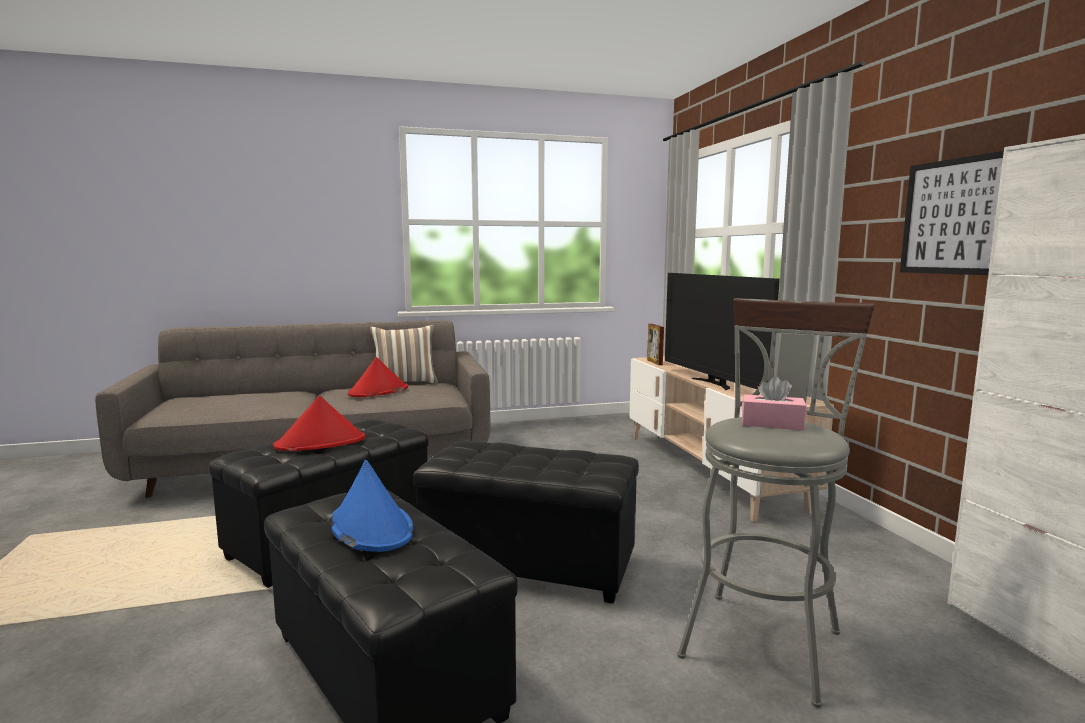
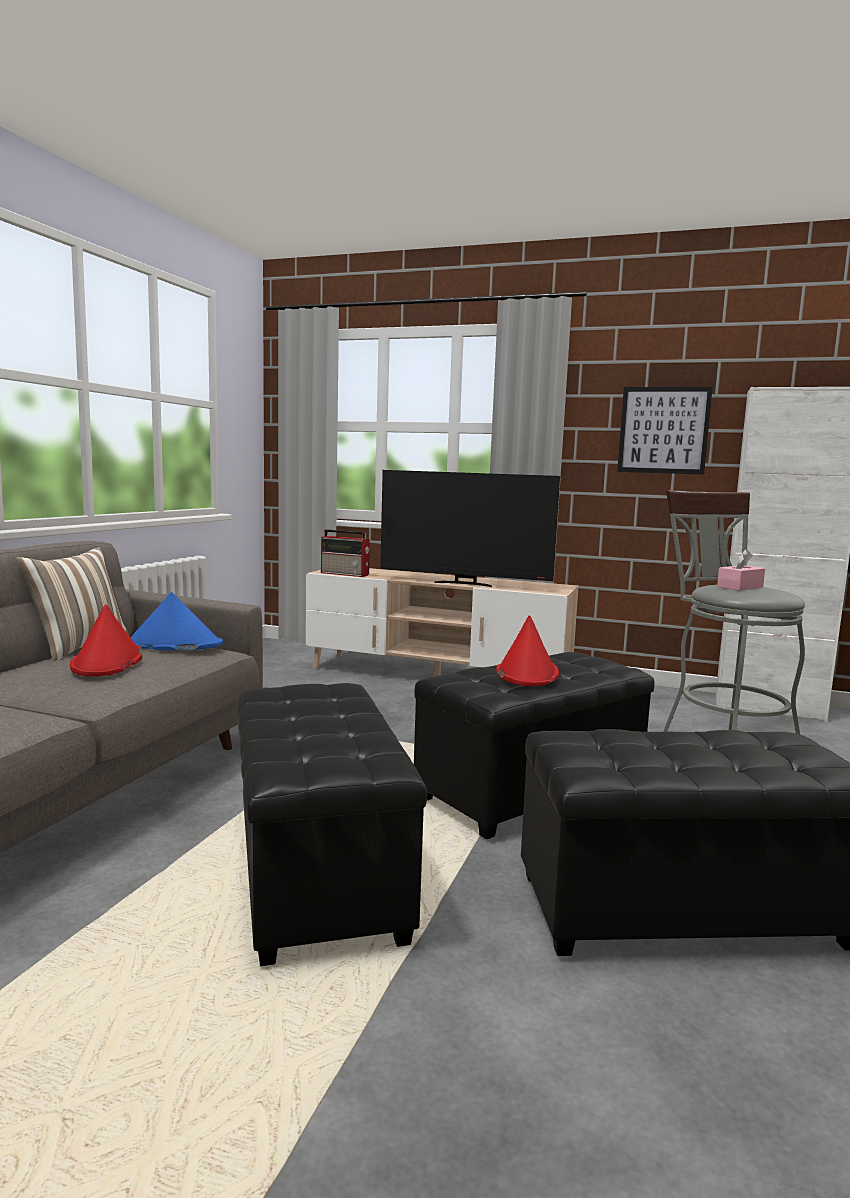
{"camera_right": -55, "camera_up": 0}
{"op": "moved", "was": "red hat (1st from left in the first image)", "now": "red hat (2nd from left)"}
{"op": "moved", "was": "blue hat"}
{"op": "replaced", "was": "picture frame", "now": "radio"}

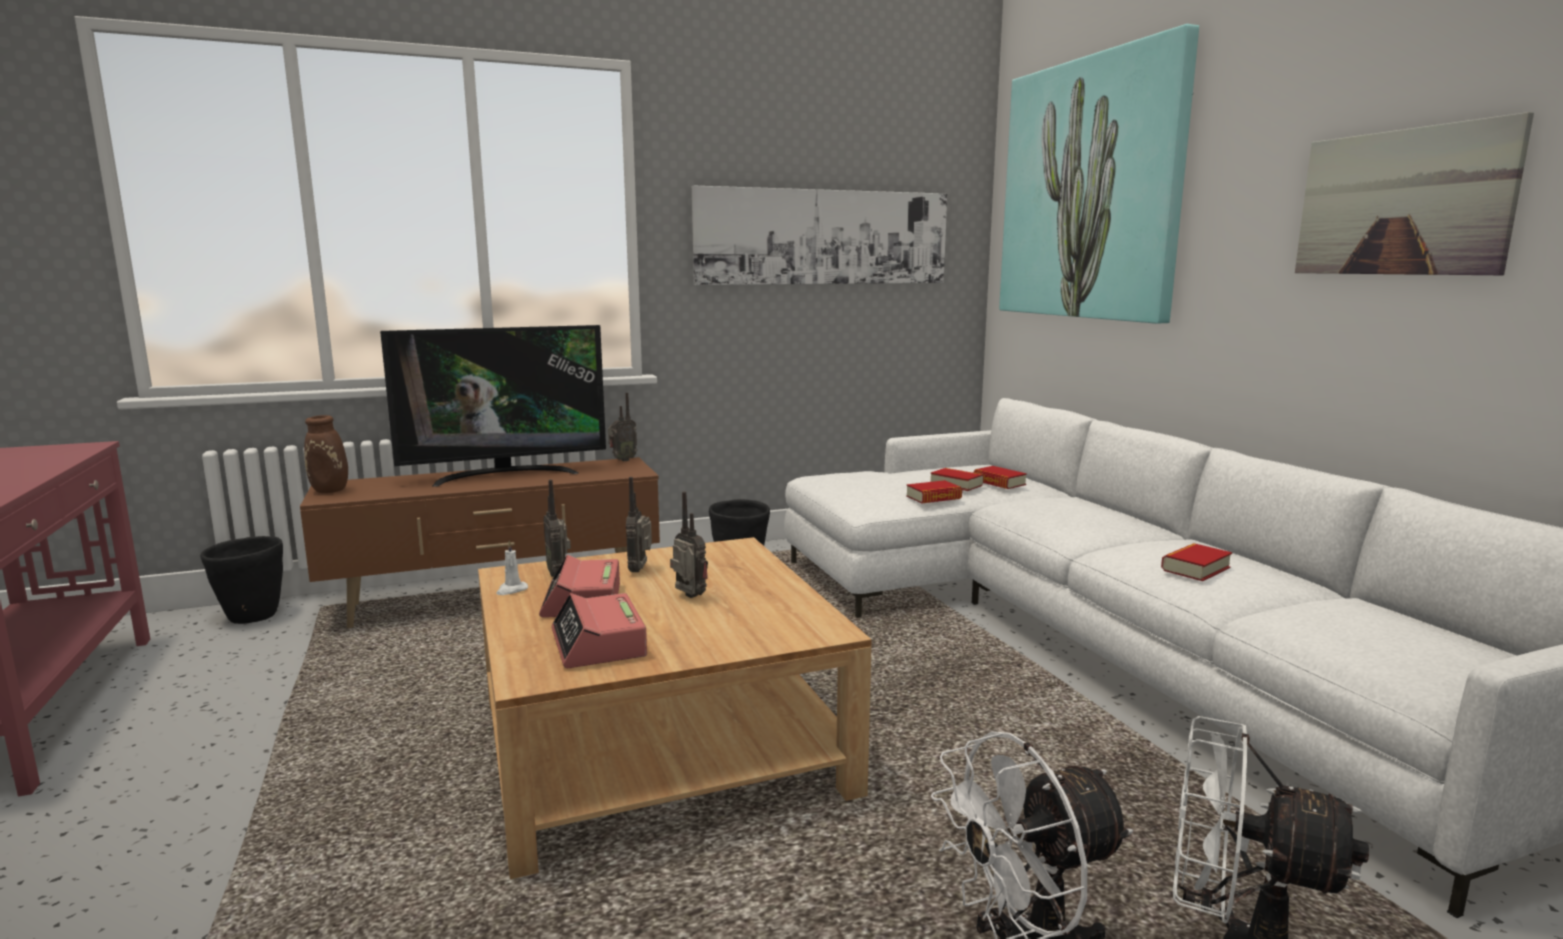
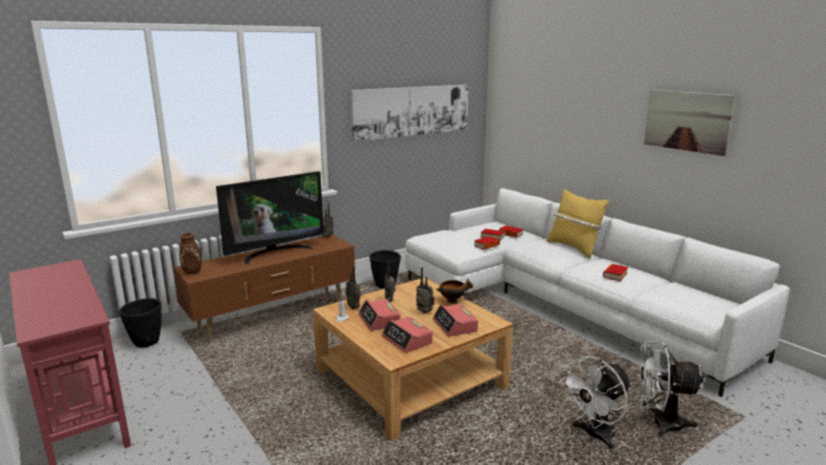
{"camera_right": -15, "camera_up": 5}
{"op": "removed", "was": "picture (2nd from left)"}
{"op": "added", "now": "alarm clock (3rd from left)"}
{"op": "added", "now": "bowl"}
{"op": "added", "now": "yellow pillow"}

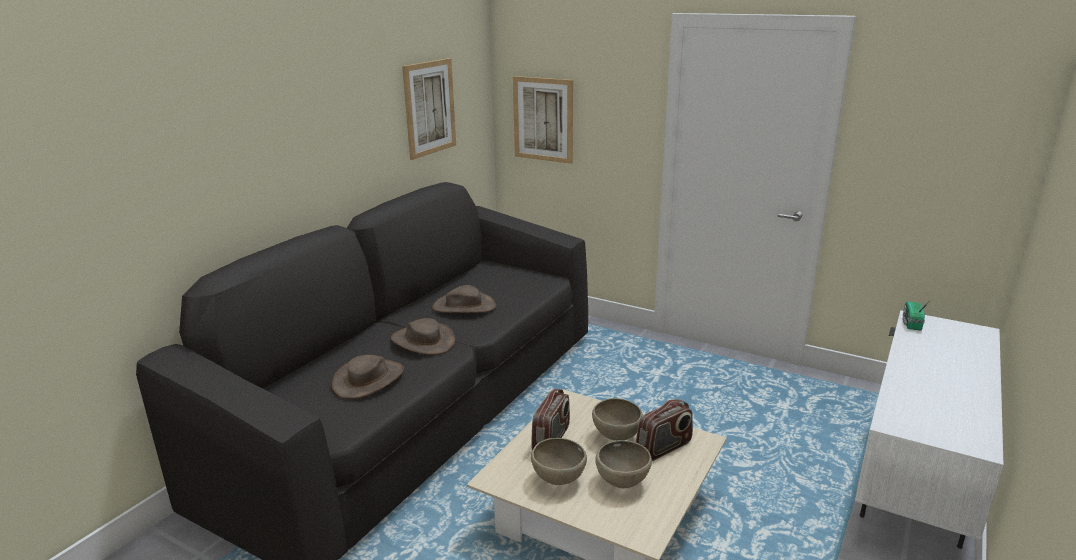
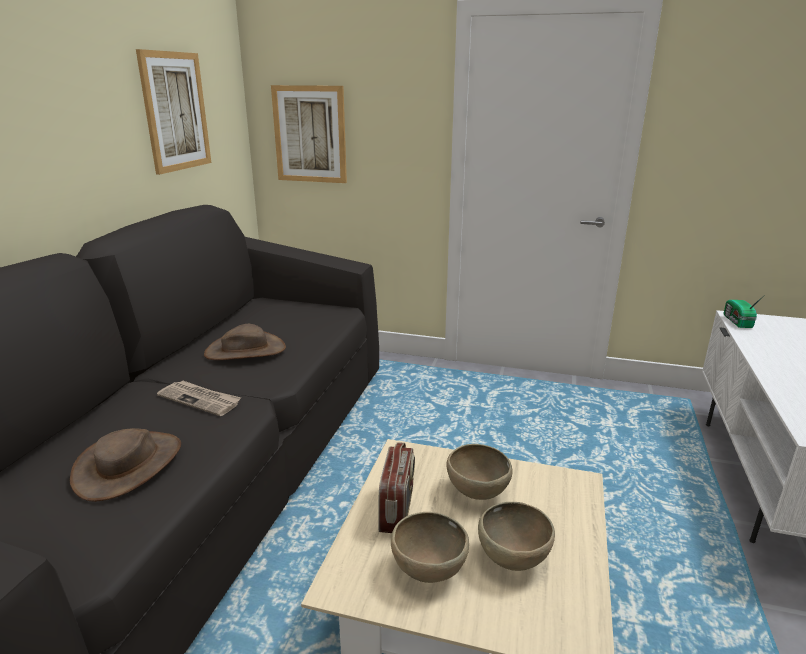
{"camera_right": -15, "camera_up": 0}
{"op": "replaced", "was": "brown hat (2nd from left)", "now": "newspaper"}
{"op": "removed", "was": "radio (2nd from left)"}

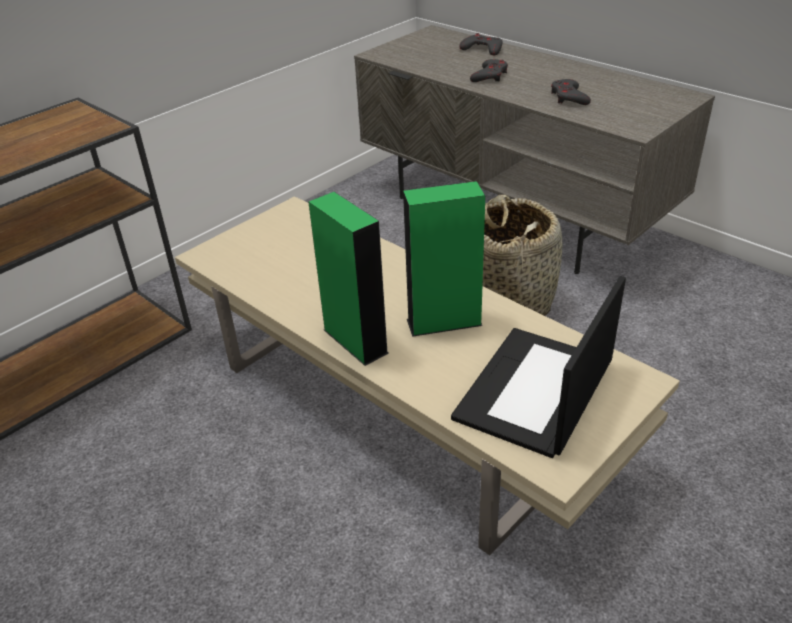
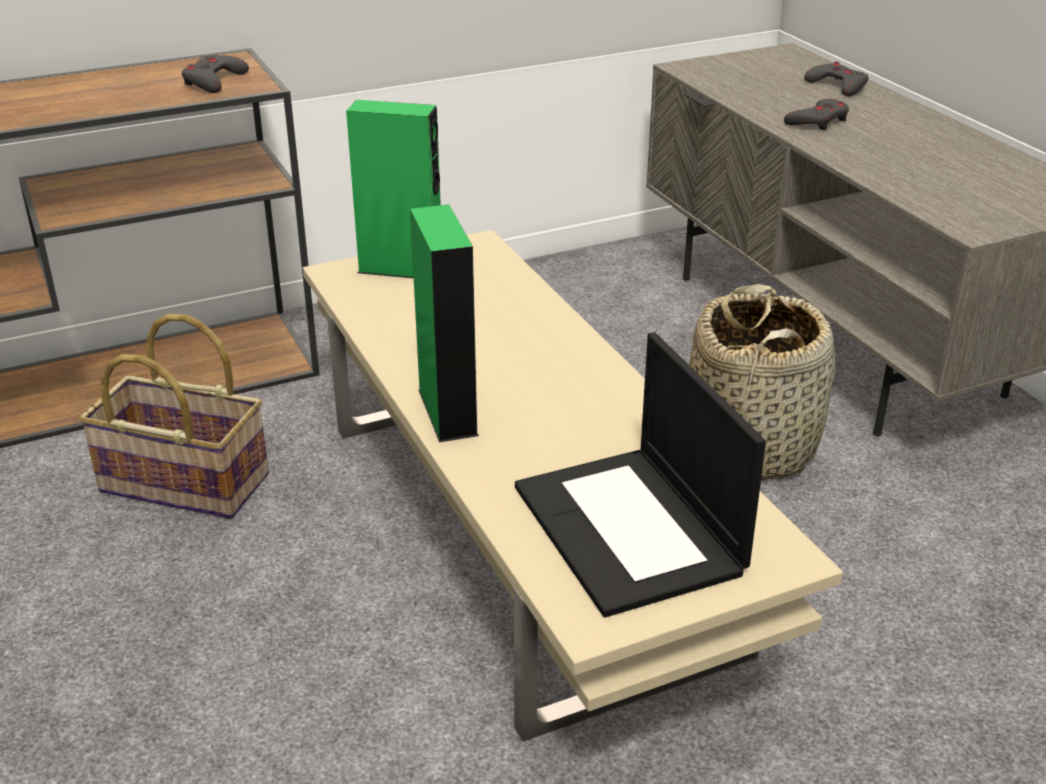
{"camera_right": 20, "camera_up": -5}
{"op": "moved", "was": "green speaker (2nd from left in the first image)", "now": "green speaker (1st from left)"}
{"op": "turned", "was": "laptop", "clockwise": -75}
{"op": "moved", "was": "grey game controller (3rd from left in the first image)", "now": "grey game controller (1st from left)"}
{"op": "added", "now": "basket (1st from left)"}

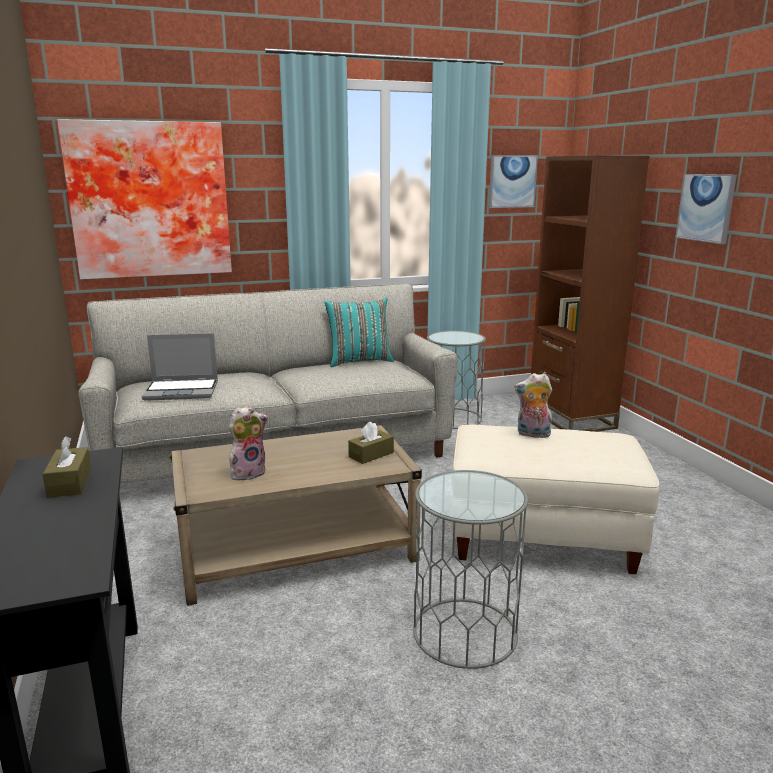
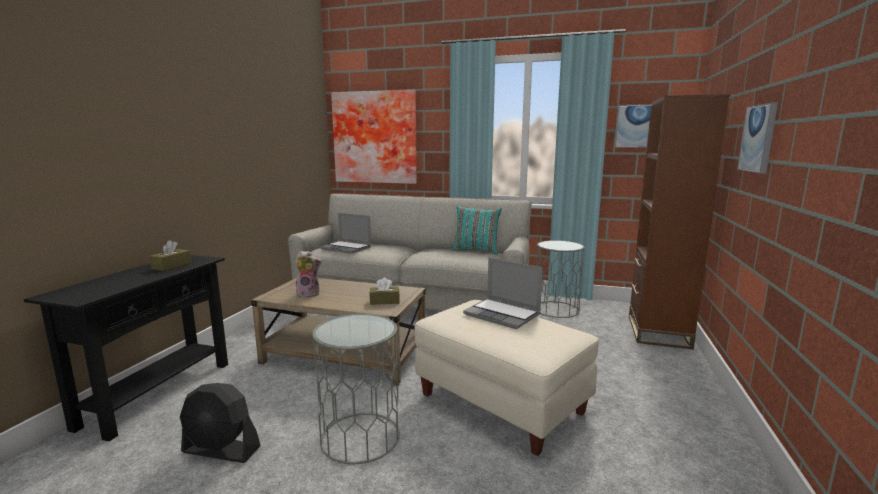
{"camera_right": 35, "camera_up": -5}
{"op": "replaced", "was": "plush toy (2nd from left)", "now": "laptop (2nd from left)"}
{"op": "added", "now": "black fan"}

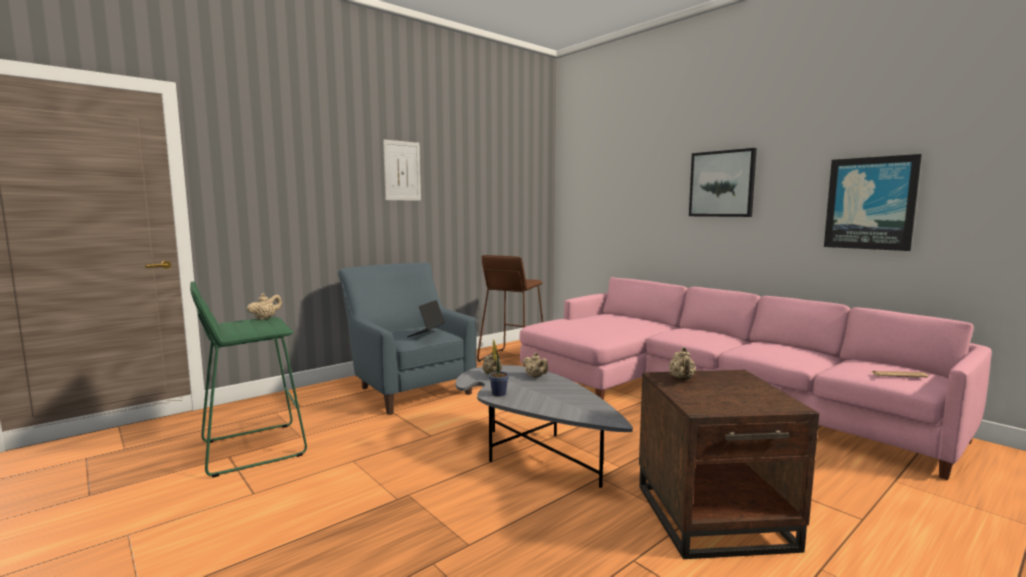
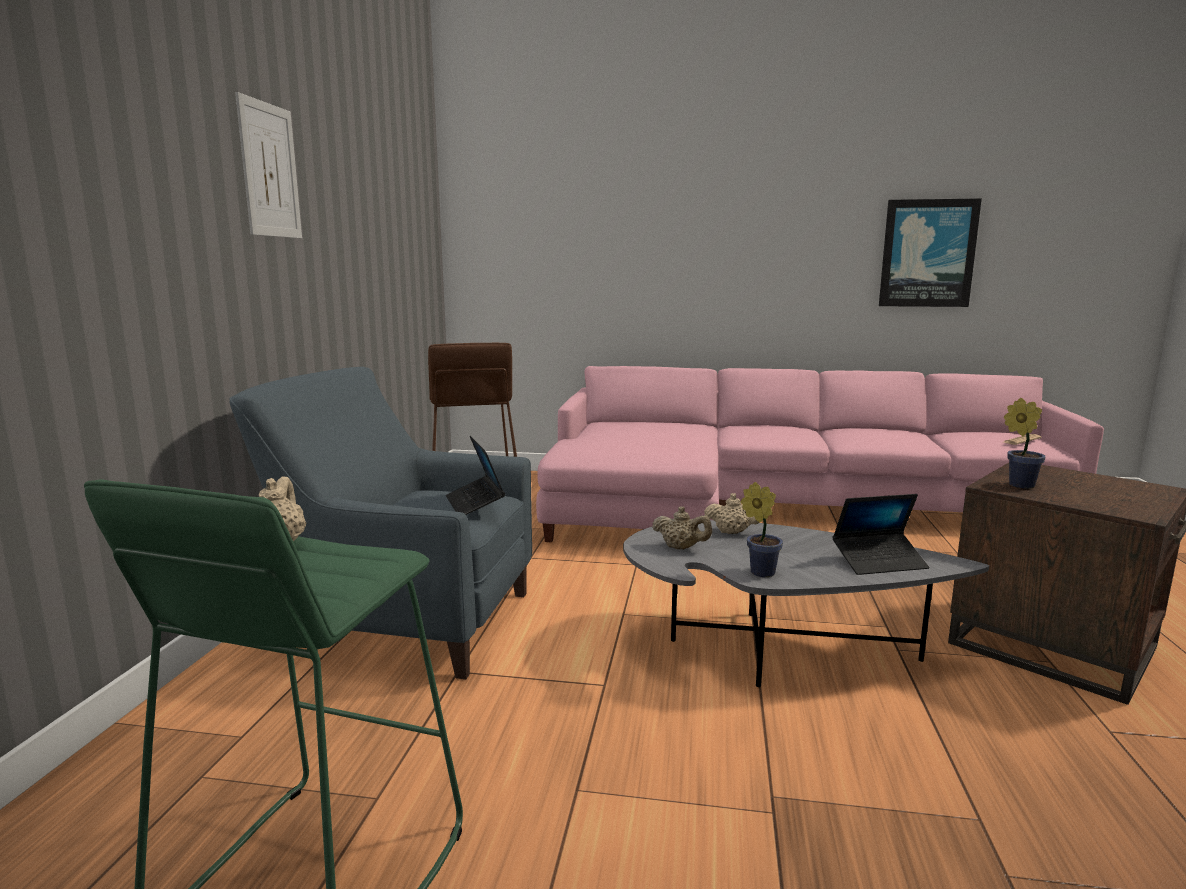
{"camera_right": -40, "camera_up": 5}
{"op": "replaced", "was": "beige teapot (4th from left)", "now": "potted plant (2nd from left)"}
{"op": "removed", "was": "picture (2nd from left)"}
{"op": "added", "now": "laptop (2nd from left)"}

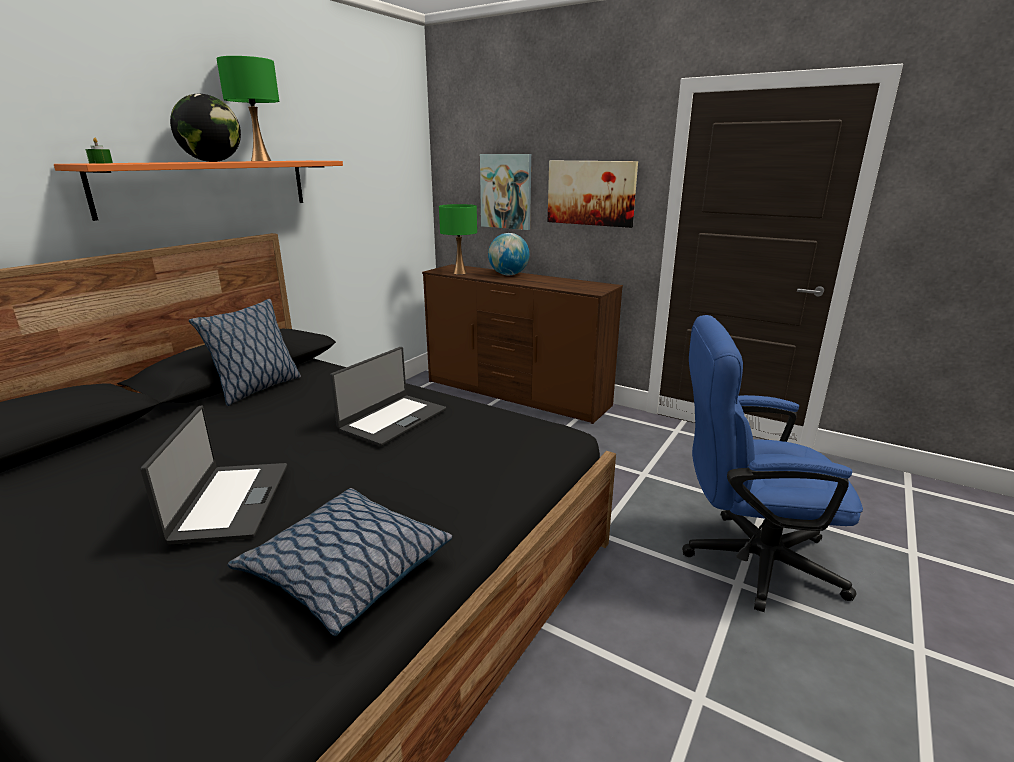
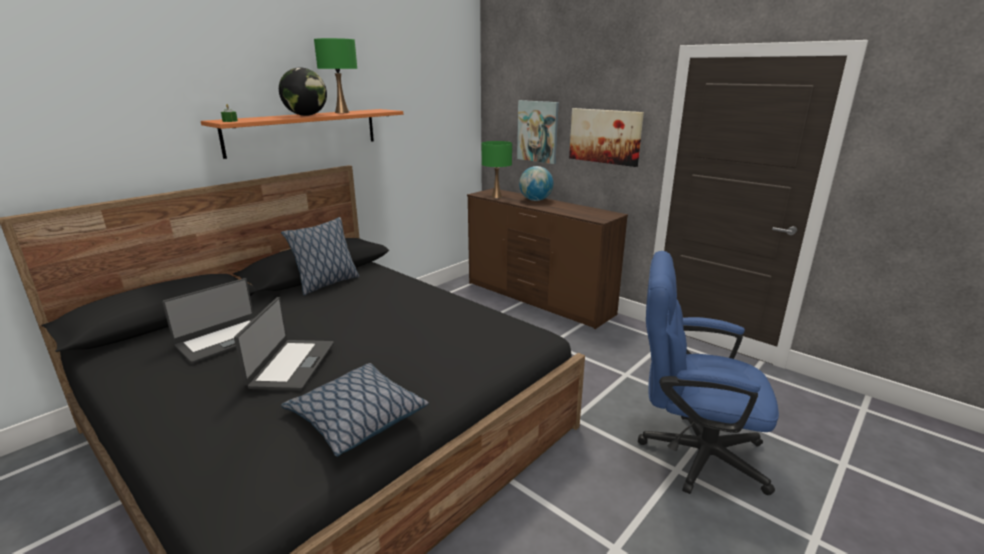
{"camera_right": 10, "camera_up": 0}
{"op": "moved", "was": "laptop (2nd from left in the first image)", "now": "laptop (1st from left)"}

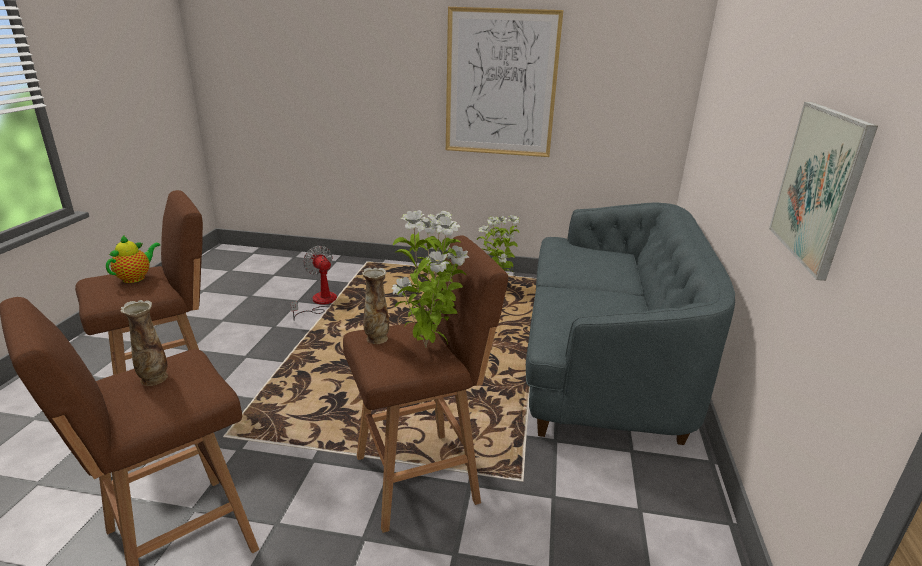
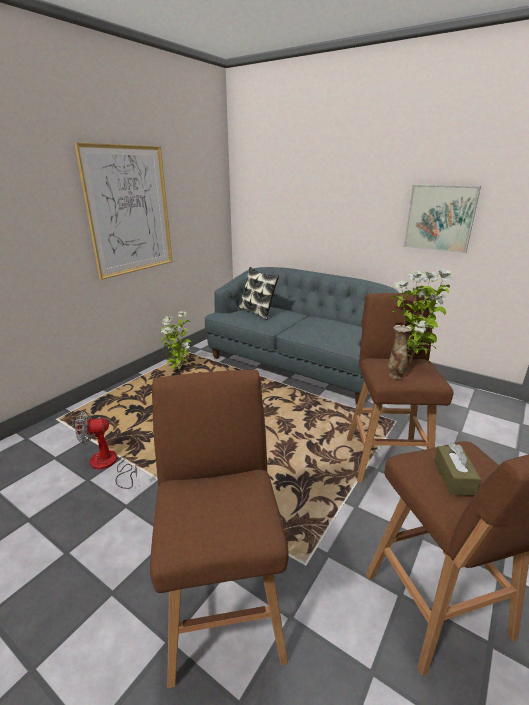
{"camera_right": -65, "camera_up": 0}
{"op": "removed", "was": "teapot"}
{"op": "replaced", "was": "vase (1st from left)", "now": "brown tissue box"}
{"op": "added", "now": "pillow"}

